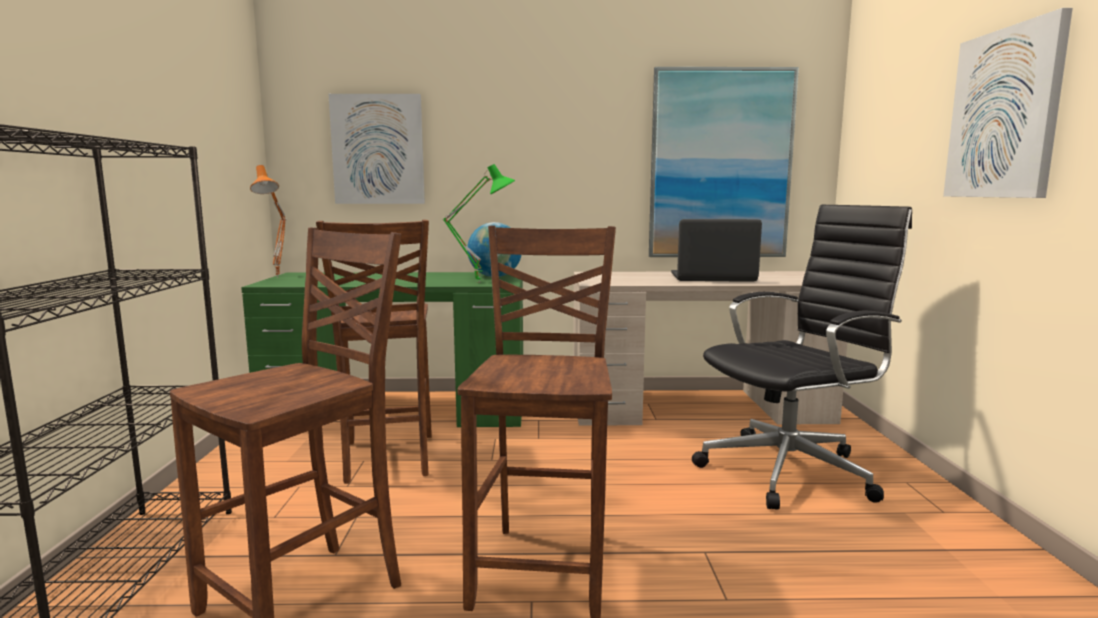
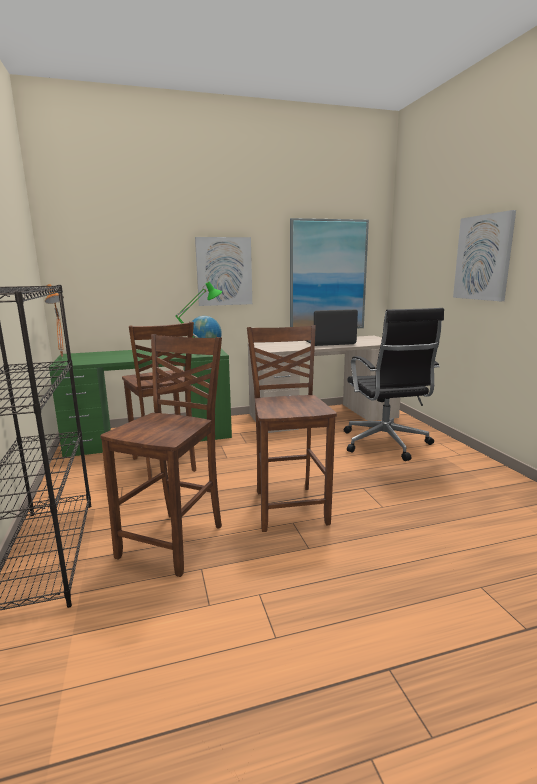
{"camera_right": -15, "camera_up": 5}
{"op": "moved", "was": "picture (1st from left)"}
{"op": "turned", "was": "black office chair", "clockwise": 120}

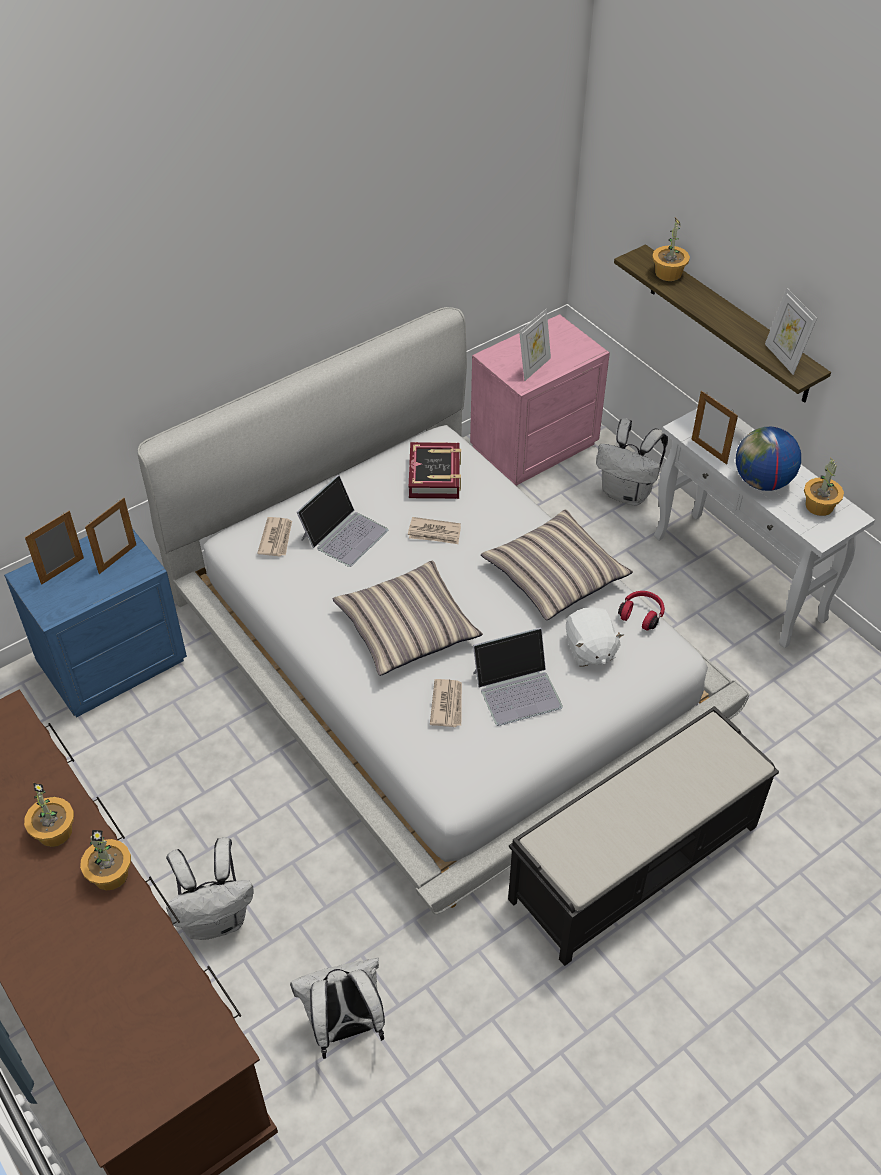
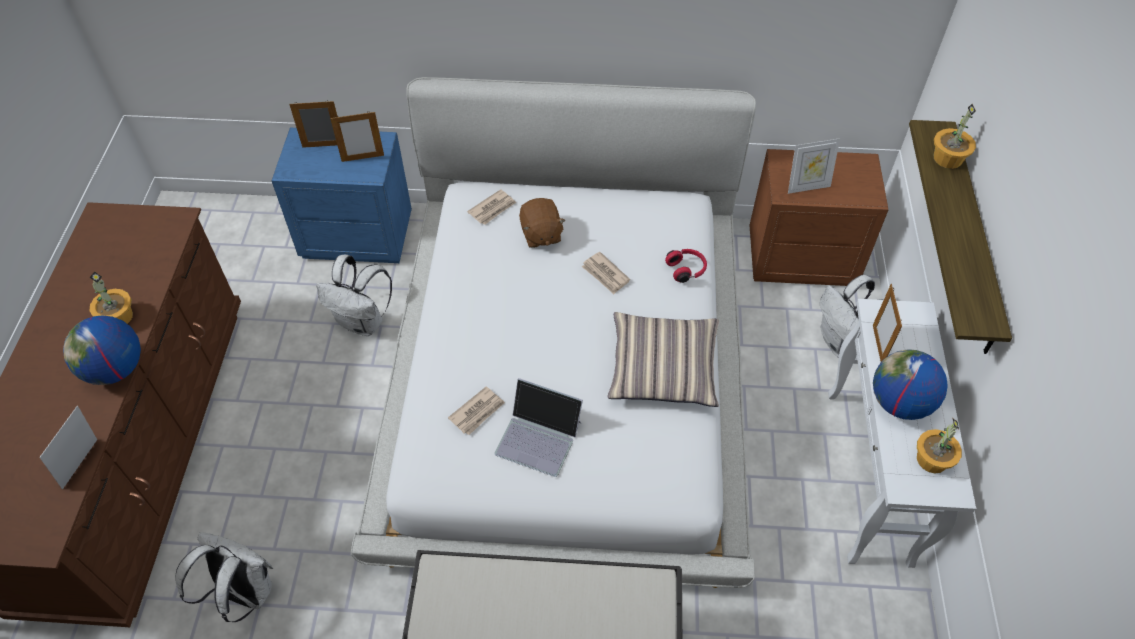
{"camera_right": 40, "camera_up": 5}
{"op": "replaced", "was": "potted plant (2nd from left)", "now": "globe (1st from left)"}
{"op": "moved", "was": "white backpack (1st from left in the first image)", "now": "white backpack (2nd from left)"}
{"op": "replaced", "was": "laptop (1st from left)", "now": "brown plush toy"}
{"op": "removed", "was": "pillow (1st from left)"}
{"op": "removed", "was": "book"}
{"op": "recoloured", "was": "pink nightstand", "now": "brown nightstand"}
{"op": "removed", "was": "white plush toy"}
{"op": "moved", "was": "red headphones"}
{"op": "moved", "was": "picture frame (5th from left in the first image)", "now": "picture frame (1st from left)"}

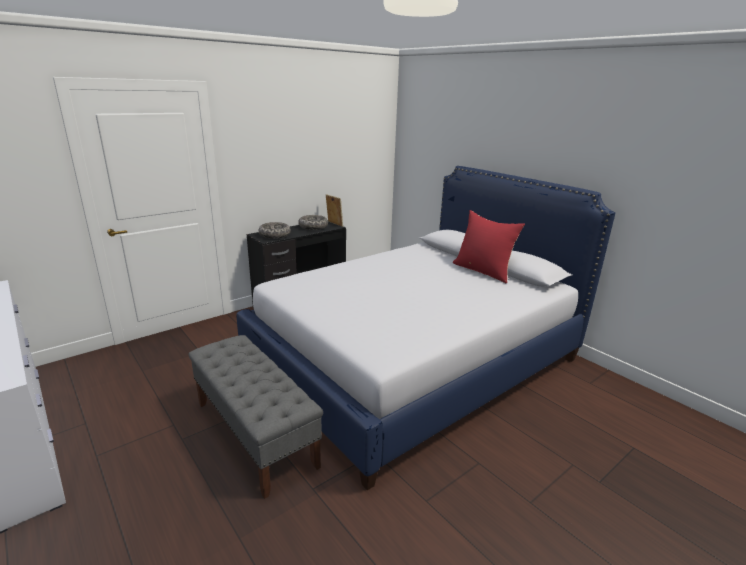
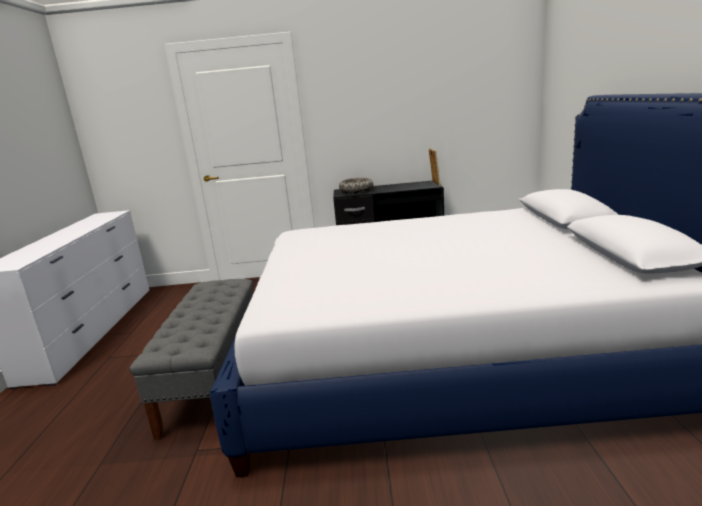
{"camera_right": 40, "camera_up": -5}
{"op": "removed", "was": "bowl (2nd from left)"}
{"op": "removed", "was": "red pillow"}

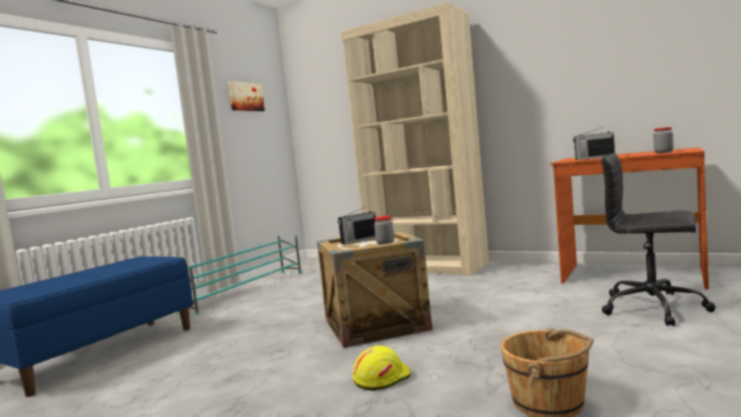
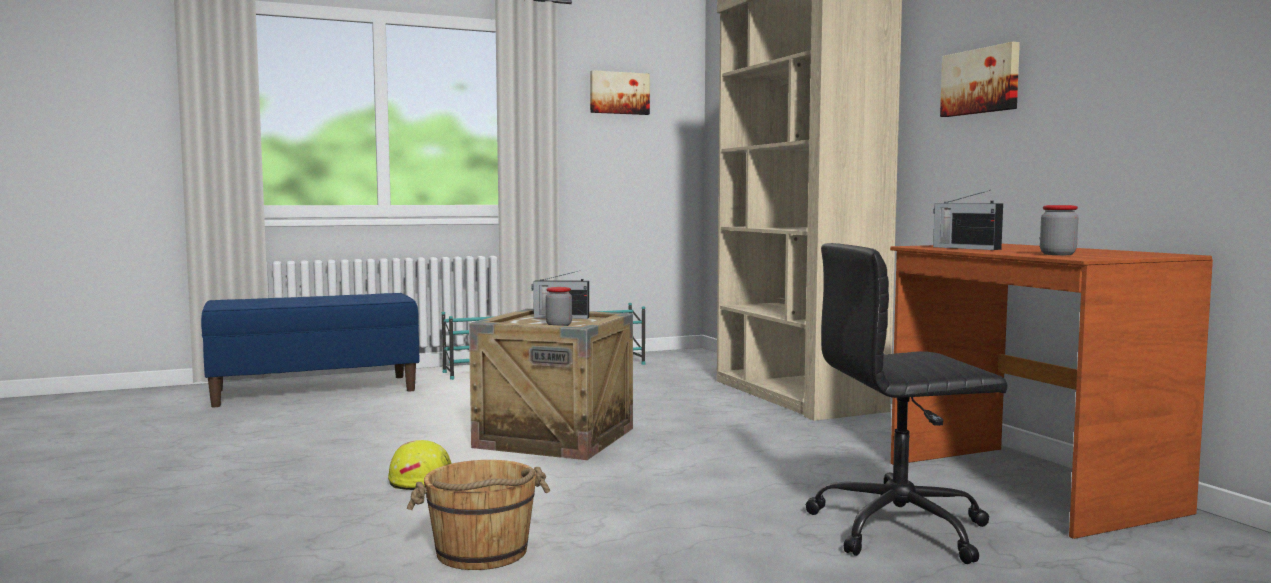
{"camera_right": 35, "camera_up": 0}
{"op": "turned", "was": "black office chair", "clockwise": -75}
{"op": "added", "now": "picture (2nd from left)"}

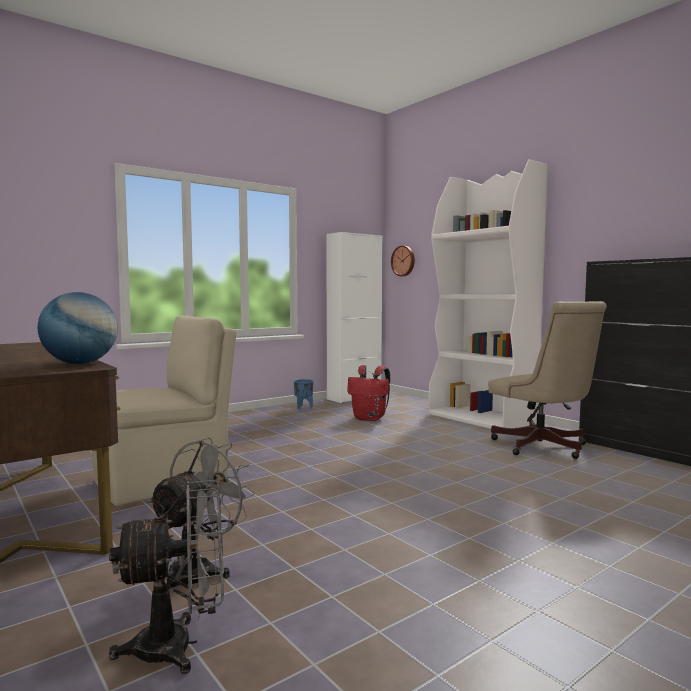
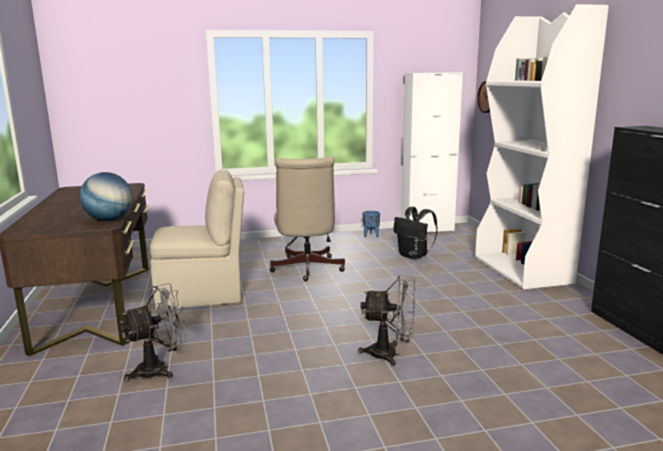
{"camera_right": 25, "camera_up": 10}
{"op": "moved", "was": "grey fan (1st from left in the first image)", "now": "grey fan (2nd from left)"}
{"op": "recoloured", "was": "red backpack", "now": "black backpack"}
{"op": "moved", "was": "beige office chair"}

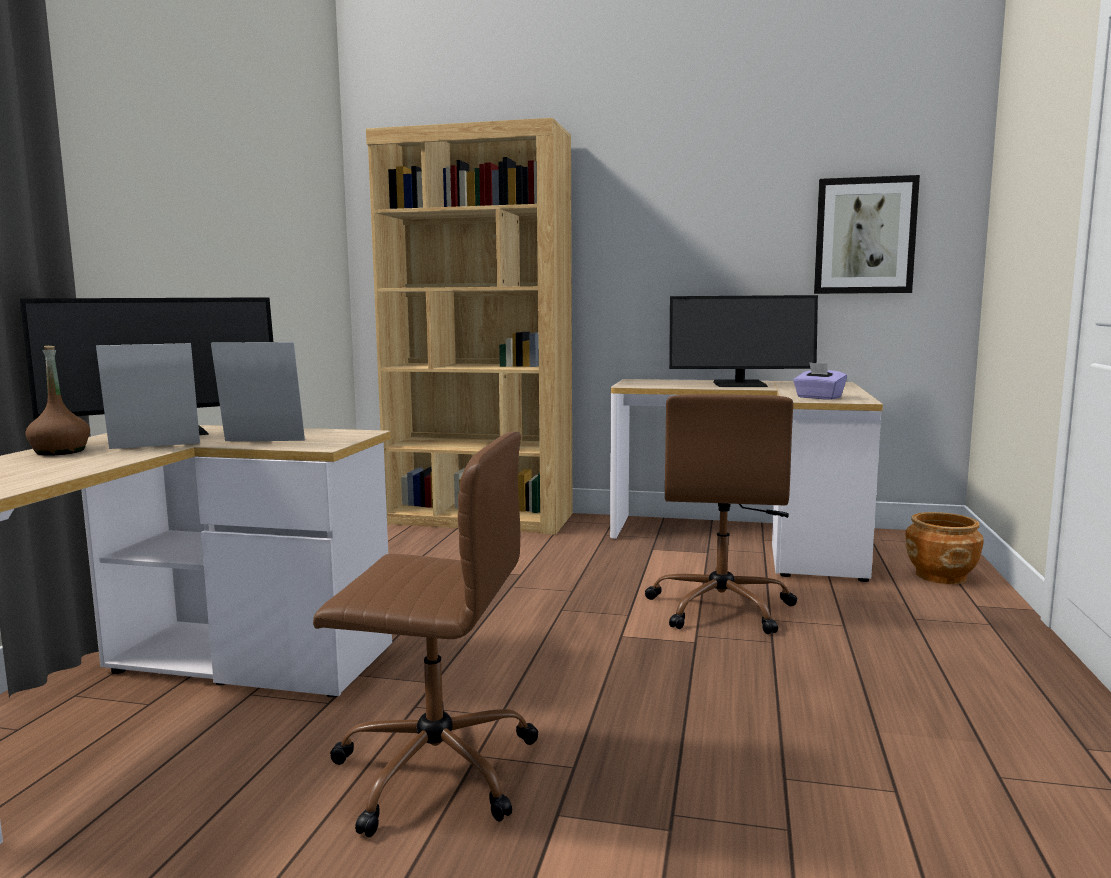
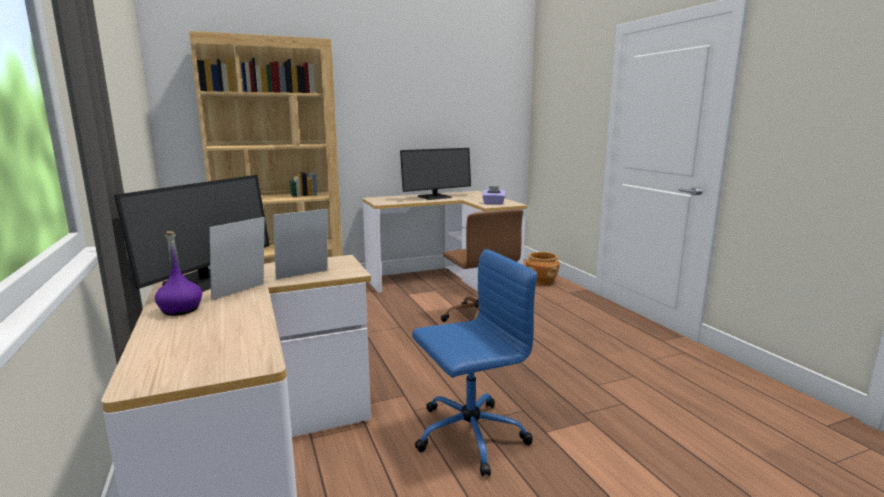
{"camera_right": -35, "camera_up": 5}
{"op": "recoloured", "was": "brown bottle", "now": "purple bottle"}
{"op": "recoloured", "was": "brown office chair (1st from left)", "now": "blue office chair"}
{"op": "removed", "was": "picture"}

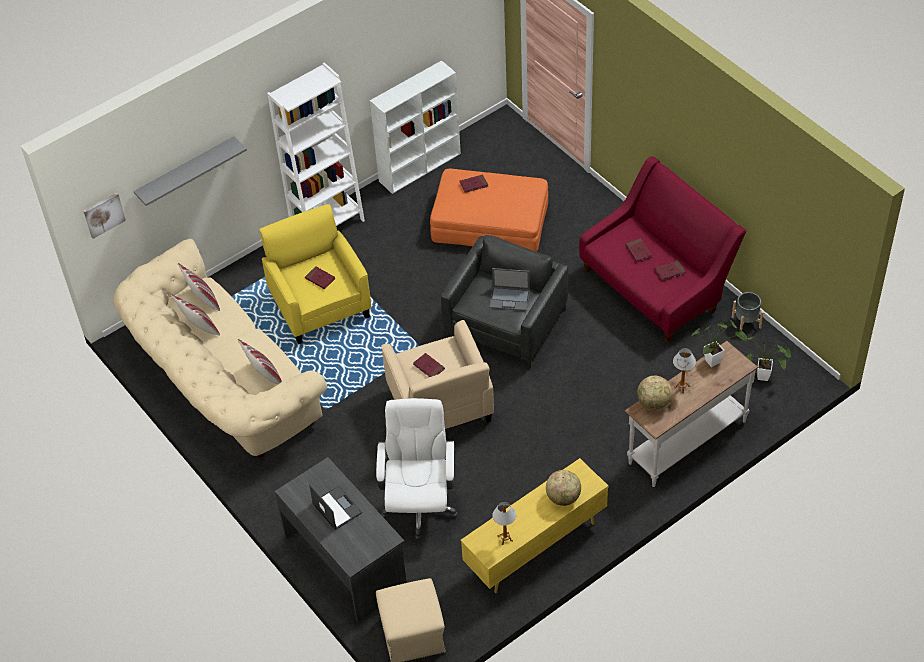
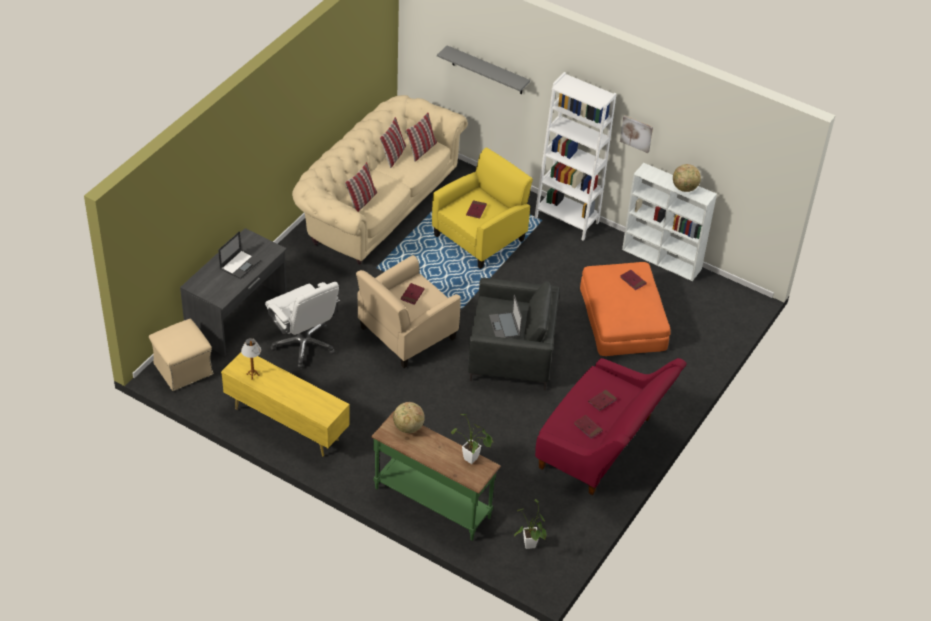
{"camera_right": 65, "camera_up": -5}
{"op": "moved", "was": "picture"}
{"op": "turned", "was": "white office chair", "clockwise": 75}
{"op": "moved", "was": "globe (1st from left in the first image)", "now": "globe (2nd from left)"}
{"op": "recoloured", "was": "white console table", "now": "green console table"}
{"op": "removed", "was": "table lamp (2nd from left)"}
{"op": "removed", "was": "grey planter"}

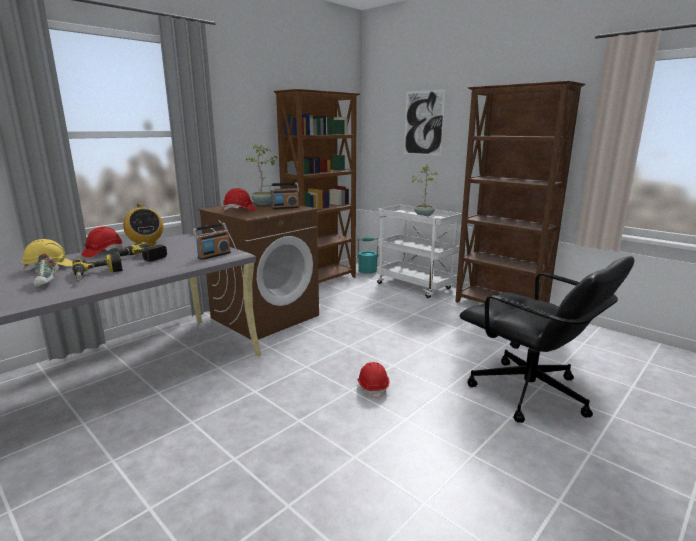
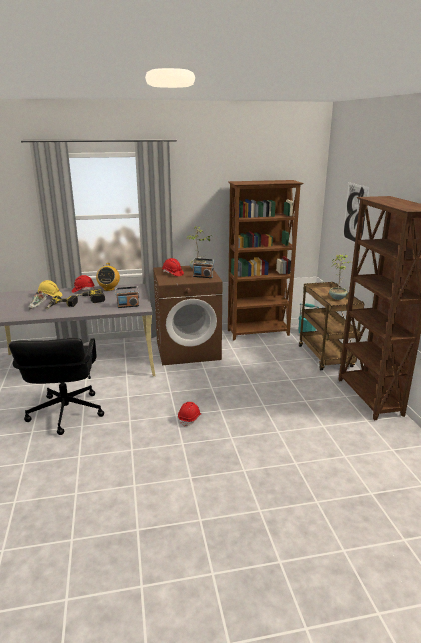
{"camera_right": 35, "camera_up": 5}
{"op": "recoloured", "was": "white cart", "now": "brown cart"}
{"op": "moved", "was": "black office chair"}

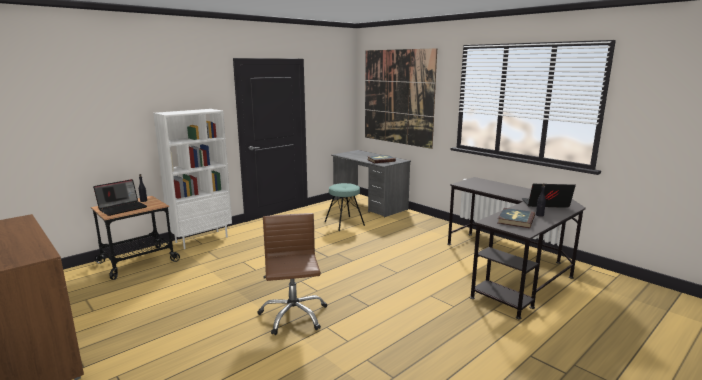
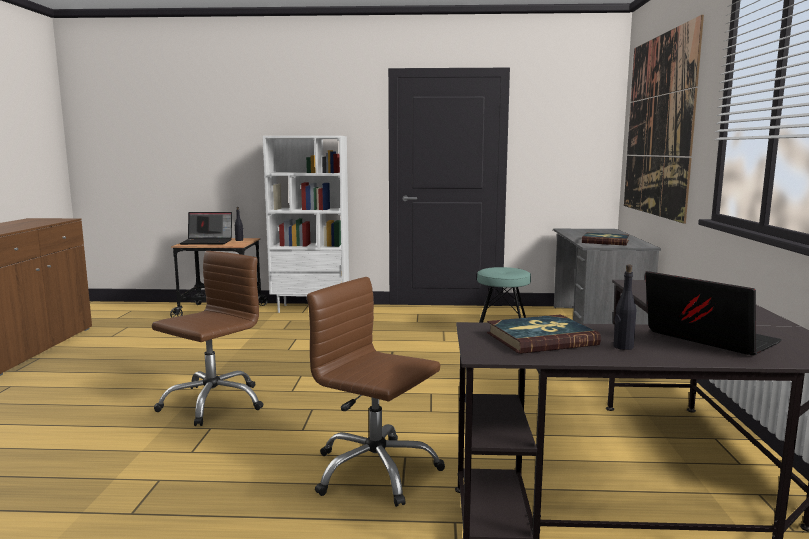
{"camera_right": 45, "camera_up": -5}
{"op": "added", "now": "brown office chair (2nd from left)"}

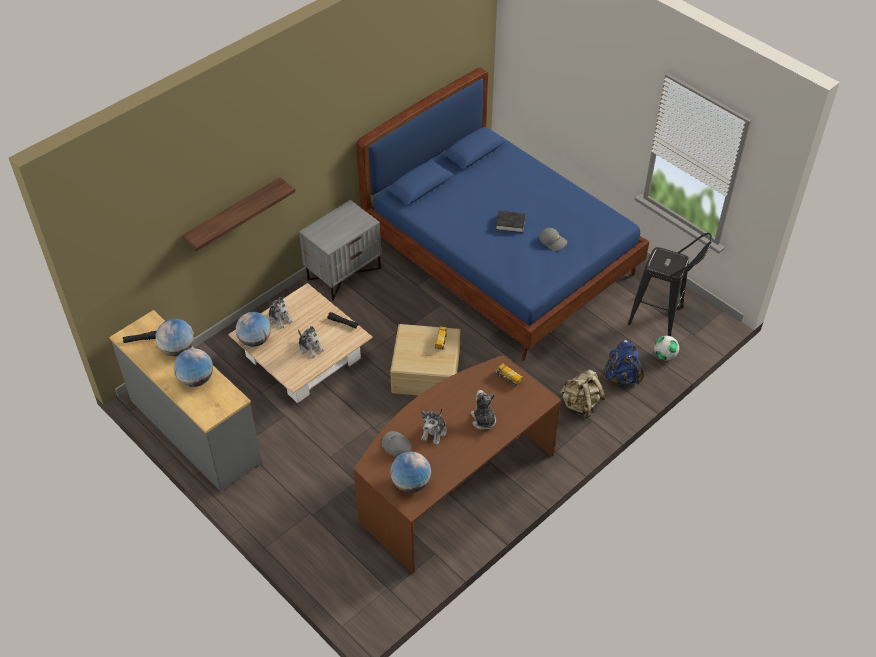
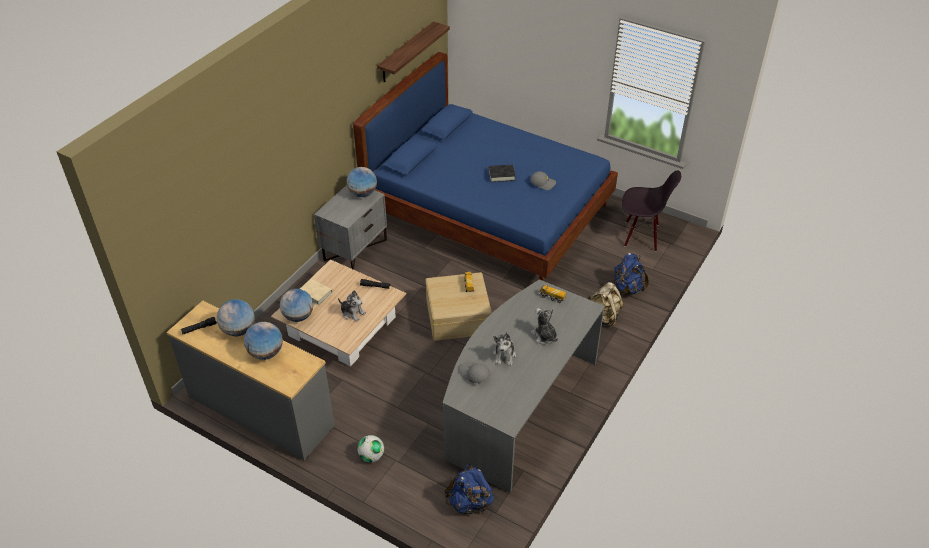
{"camera_right": -15, "camera_up": -5}
{"op": "moved", "was": "shelf"}
{"op": "replaced", "was": "plush toy (1st from left)", "now": "beige book"}
{"op": "recoloured", "was": "brown desk", "now": "grey desk"}
{"op": "moved", "was": "globe (4th from left)"}
{"op": "replaced", "was": "black stool", "now": "black chair"}
{"op": "moved", "was": "football"}
{"op": "added", "now": "blue backpack (1st from left)"}

